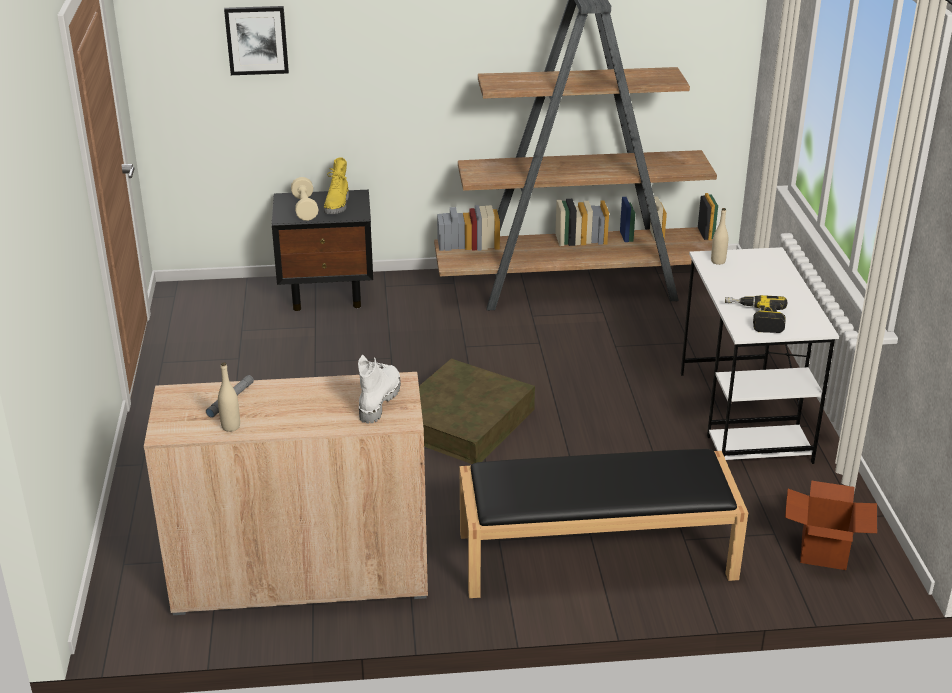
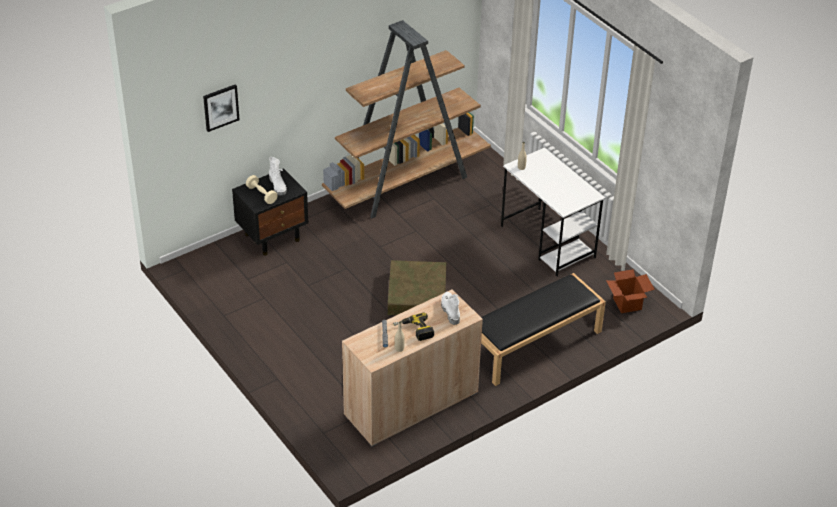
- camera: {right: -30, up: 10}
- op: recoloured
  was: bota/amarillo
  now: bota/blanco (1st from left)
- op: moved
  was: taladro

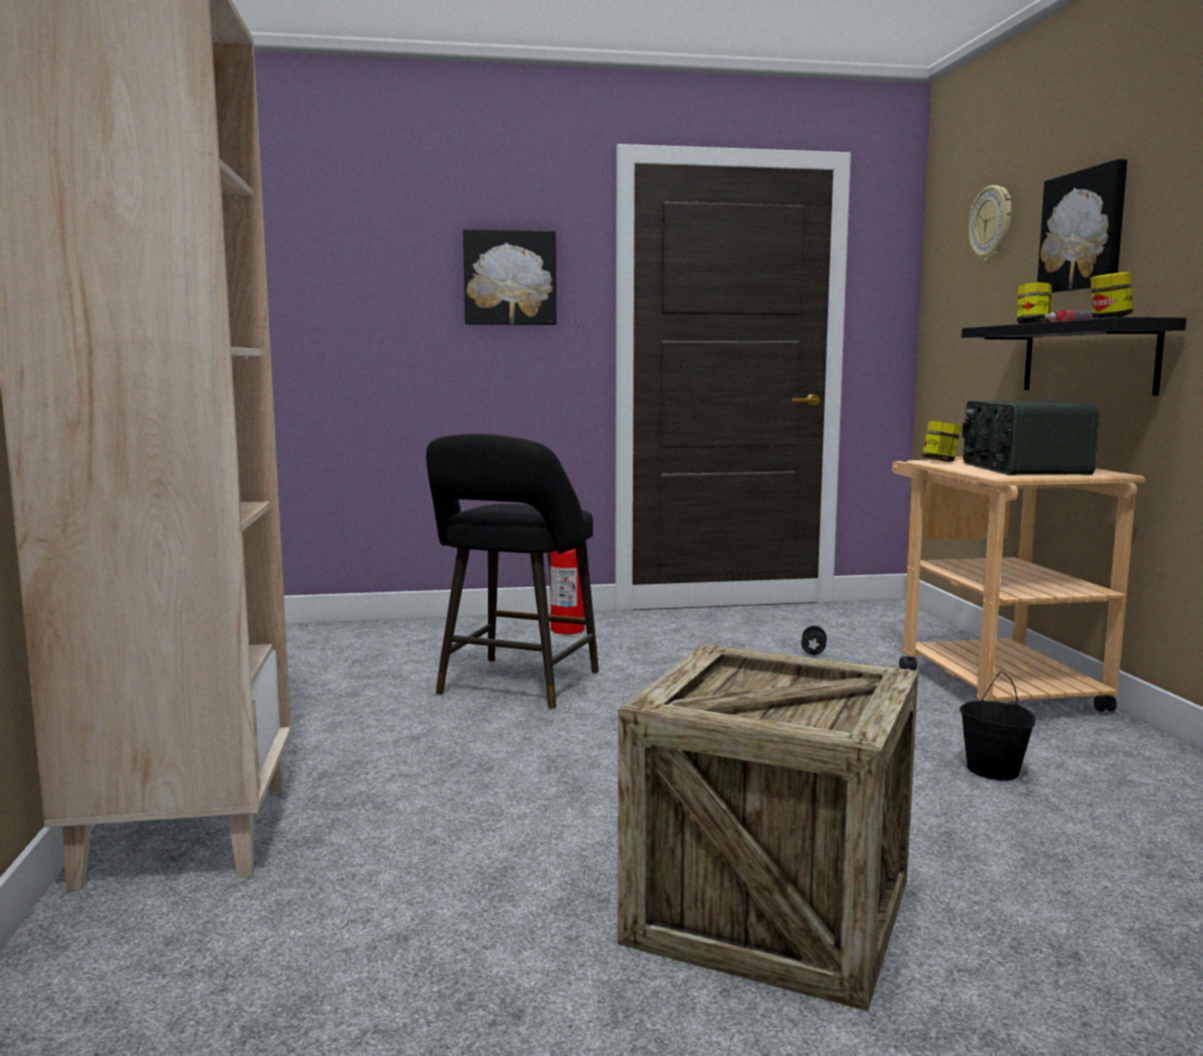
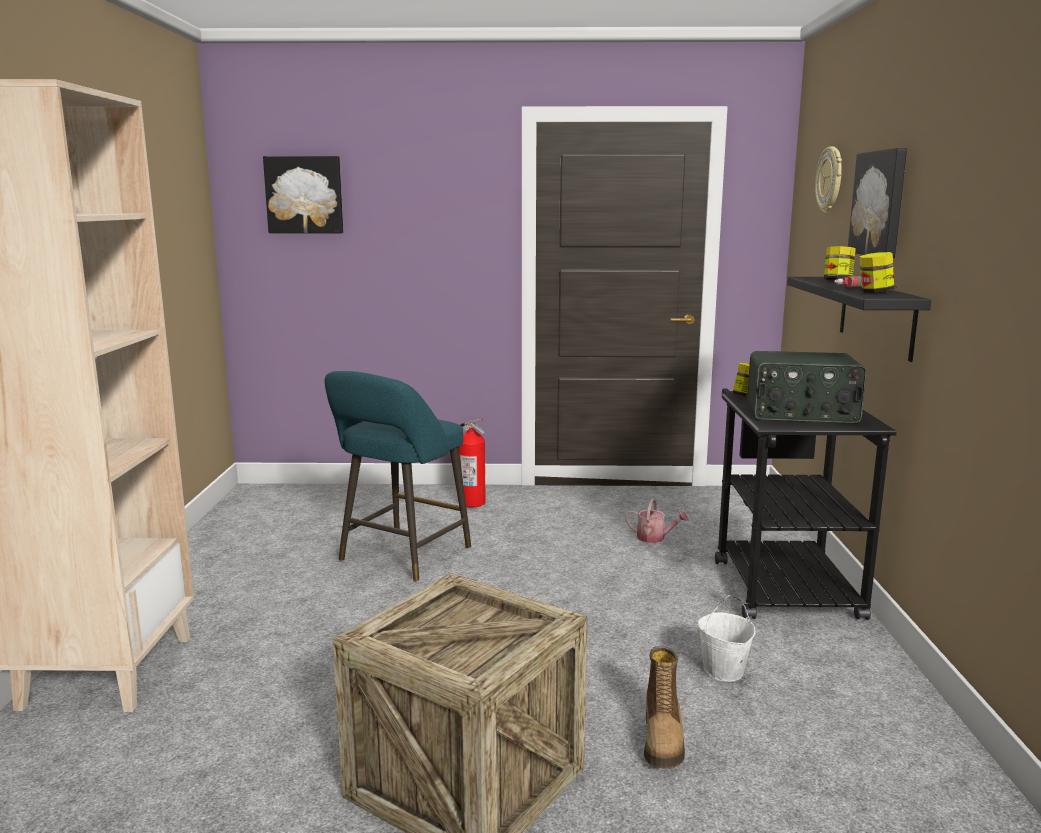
- camera: {right: 10, up: 5}
- op: moved
  was: cuadro (1st from left)
- op: turned
  was: radio
  clockwise: -90
- op: recoloured
  was: taburete/negro
  now: taburete/turquesa
- op: recoloured
  was: carrito/beis
  now: carrito/negro
- op: replaced
  was: mancuerna/negro
  now: regadera
- op: recoloured
  was: cubo/negro
  now: cubo/blanco
- op: added
  now: bota

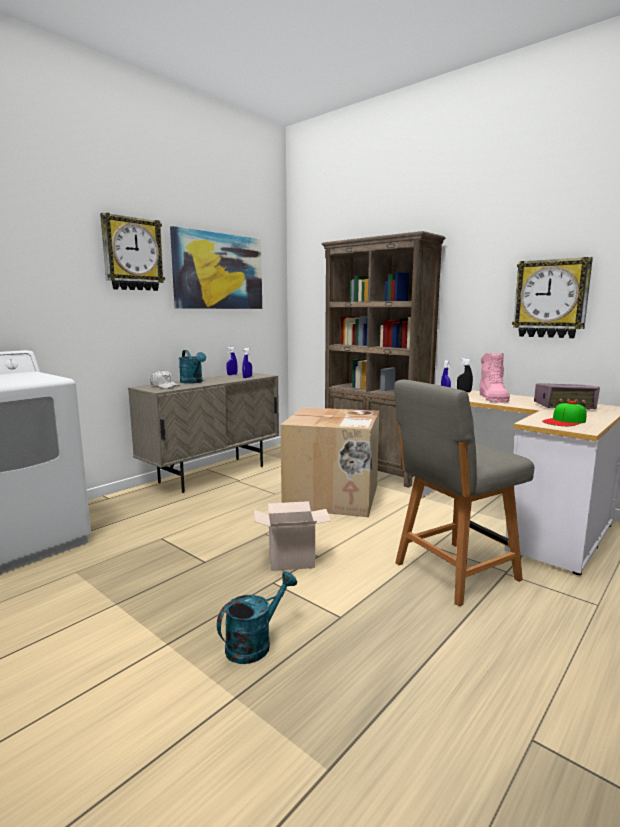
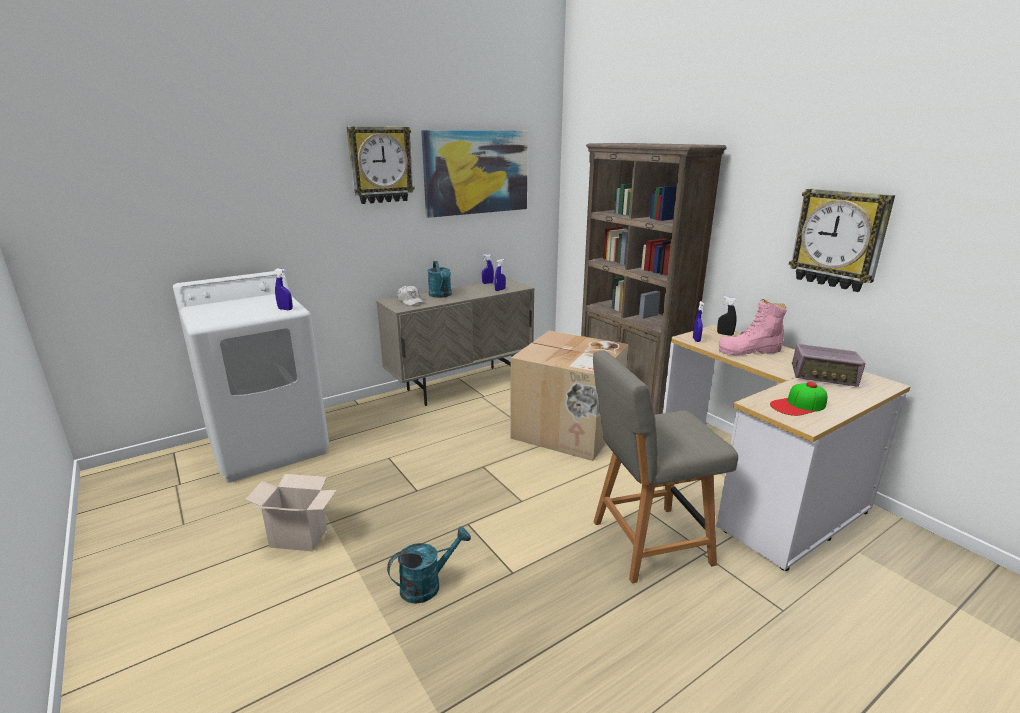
- camera: {right: 15, up: 10}
- op: turned
  was: bota/rosa
  clockwise: 60
- op: moved
  was: caja de cartón (1st from left)
- op: added
  now: pulverizador/azul (1st from left)

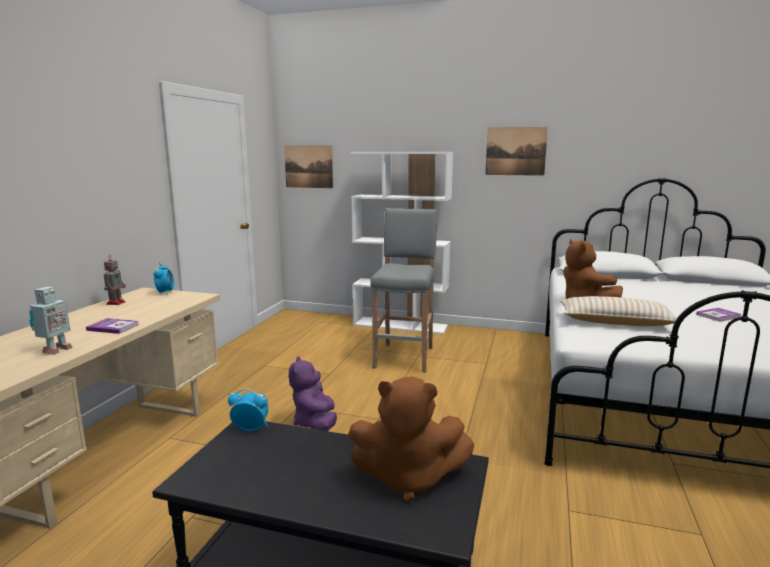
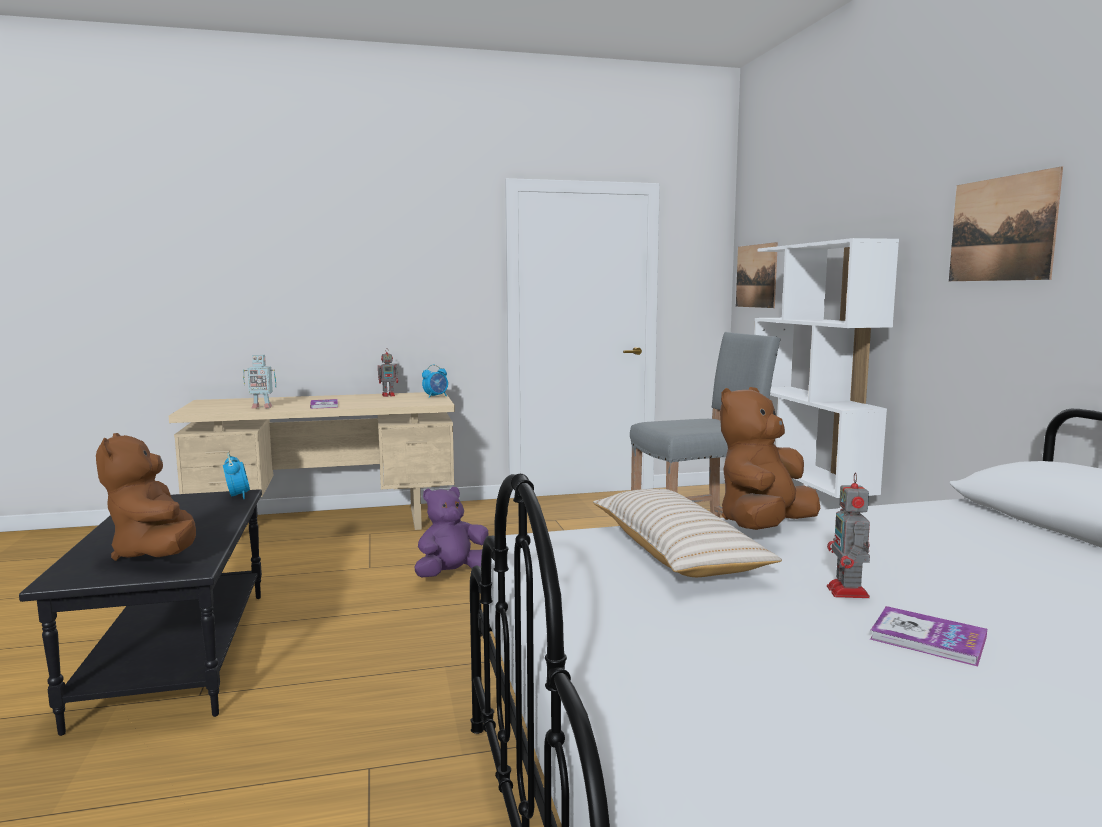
- camera: {right: 60, up: -5}
- op: added
  now: robot de juguete (3rd from left)

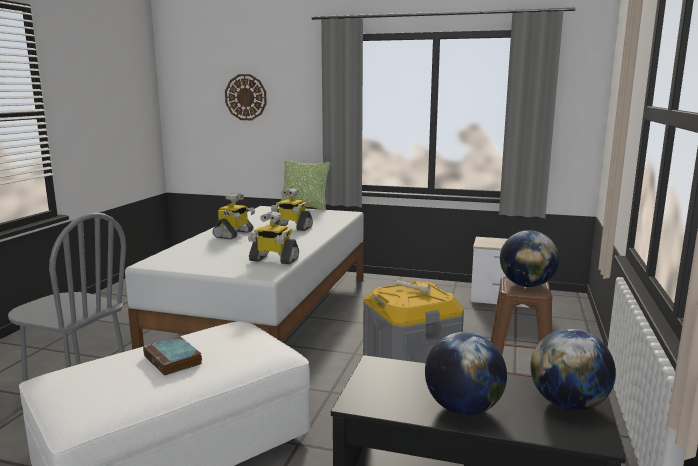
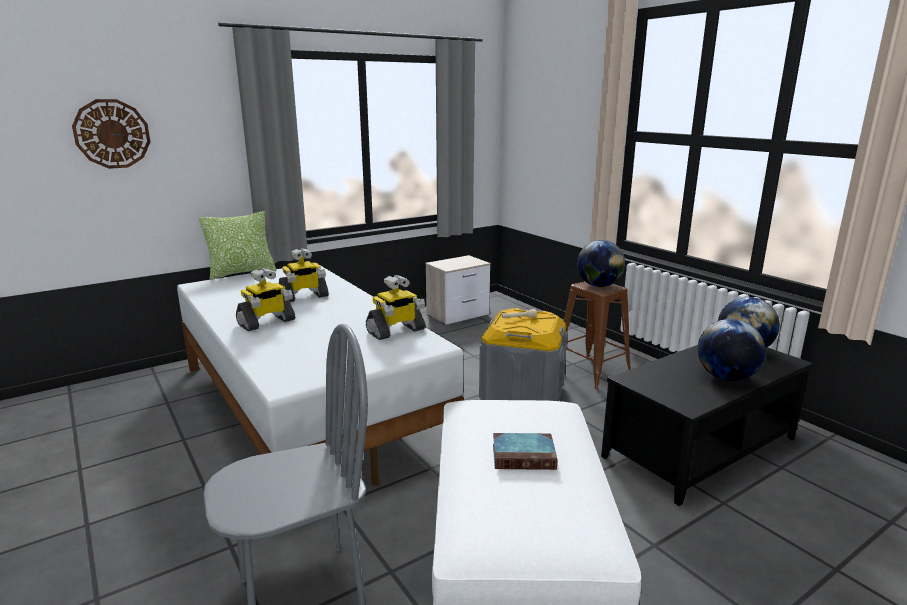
- camera: {right: -50, up: 5}
- op: turned
  was: robot de juguete (1st from left)
  clockwise: 75

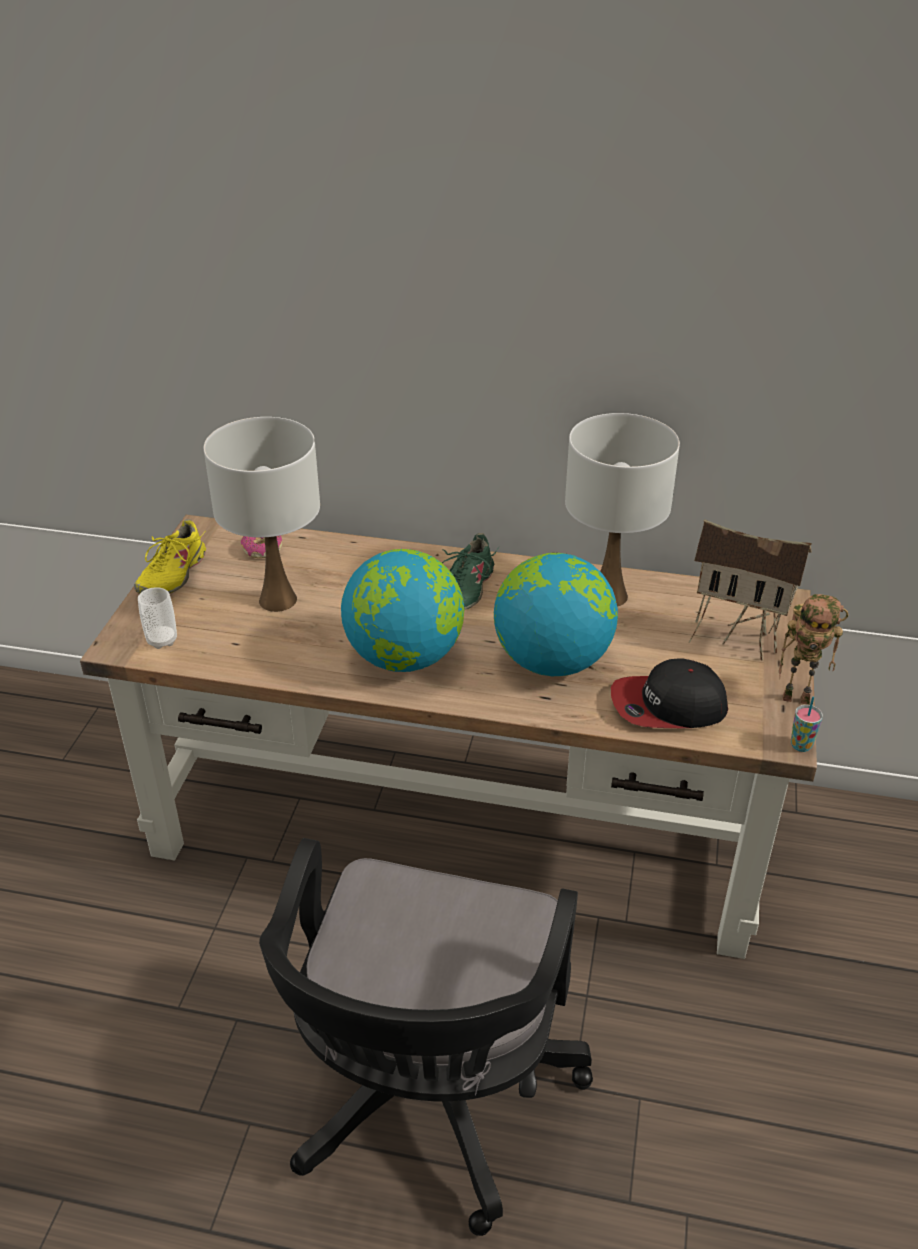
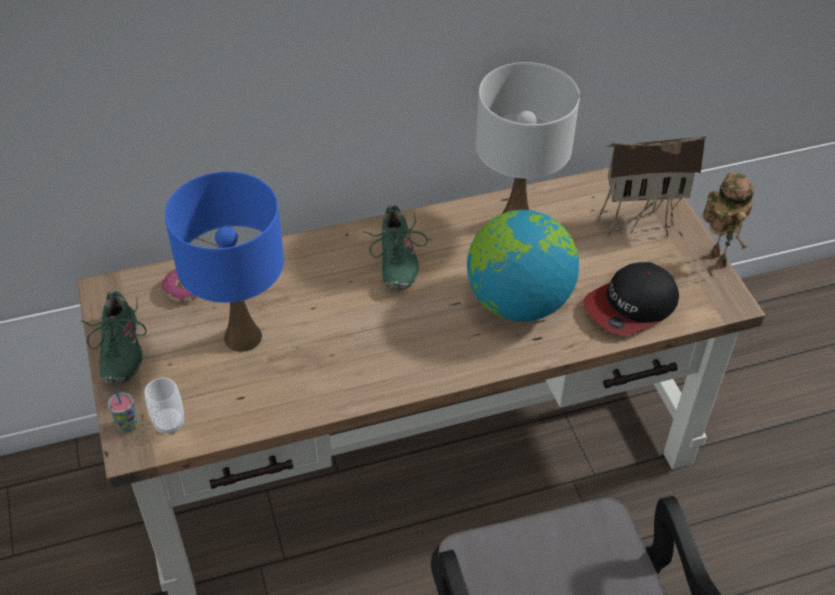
- camera: {right: -30, up: 10}
- op: recoloured
  was: lámpara de mesa/blanco (1st from left)
  now: lámpara de mesa/azul
- op: recoloured
  was: zapato/amarillo
  now: zapato/verde (1st from left)
- op: removed
  was: globo terráqueo (1st from left)
- op: turned
  was: robot de juguete
  clockwise: -90
- op: moved
  was: taza (2nd from left in the first image)
  now: taza (1st from left)

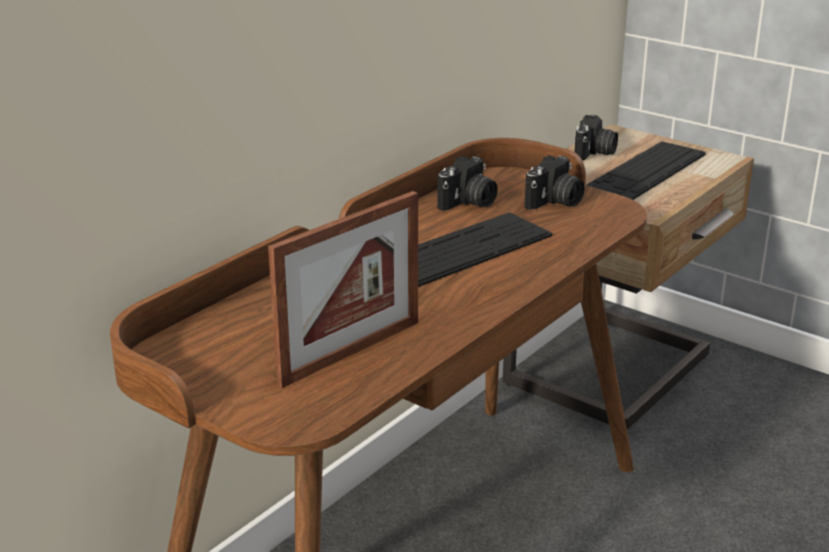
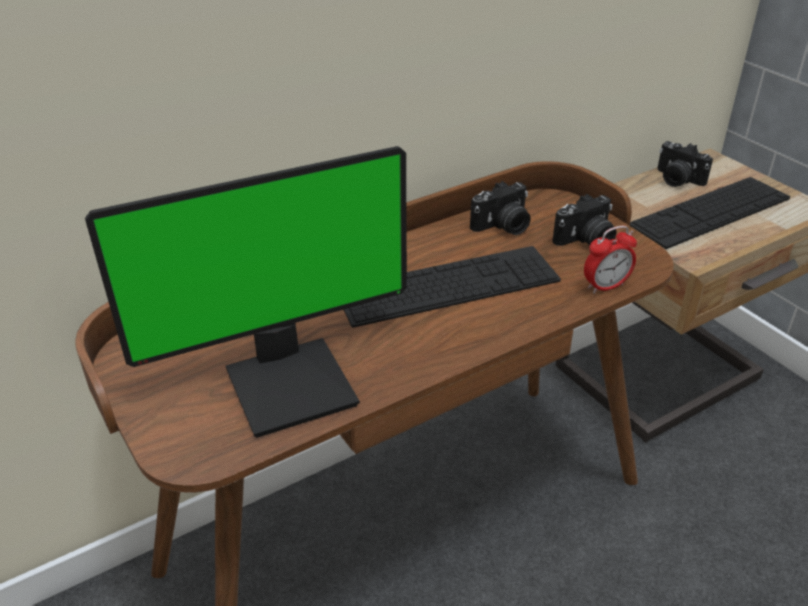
- camera: {right: 20, up: 10}
- op: turned
  was: cámara (3rd from left)
  clockwise: 90
- op: replaced
  was: portarretratos
  now: monitor
- op: added
  now: despertador

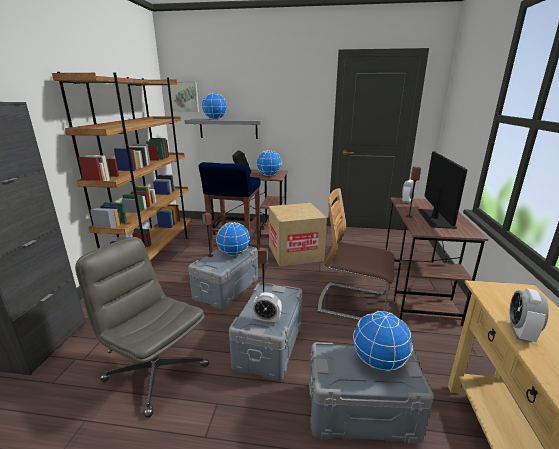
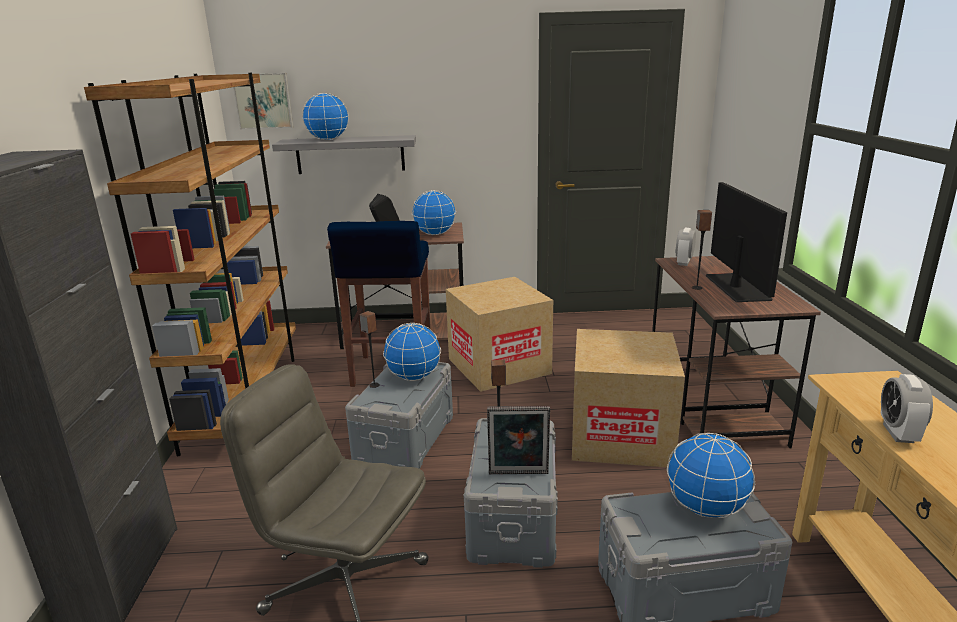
- camera: {right: -10, up: 0}
- op: replaced
  was: silla
  now: caja de cartón (2nd from left)
- op: replaced
  was: despertador (1st from left)
  now: portarretratos

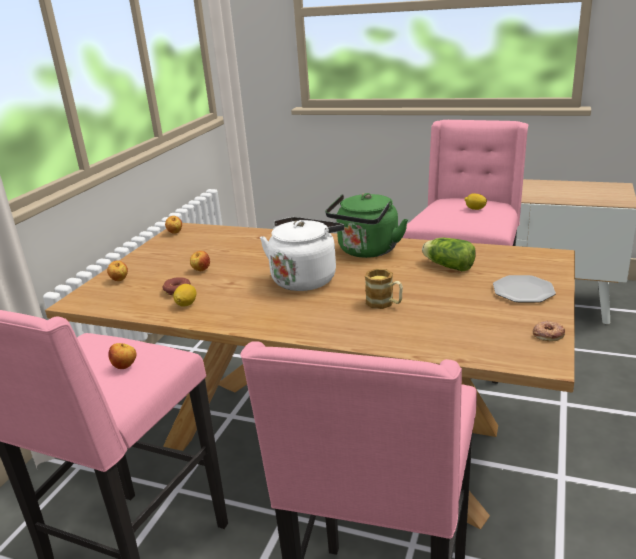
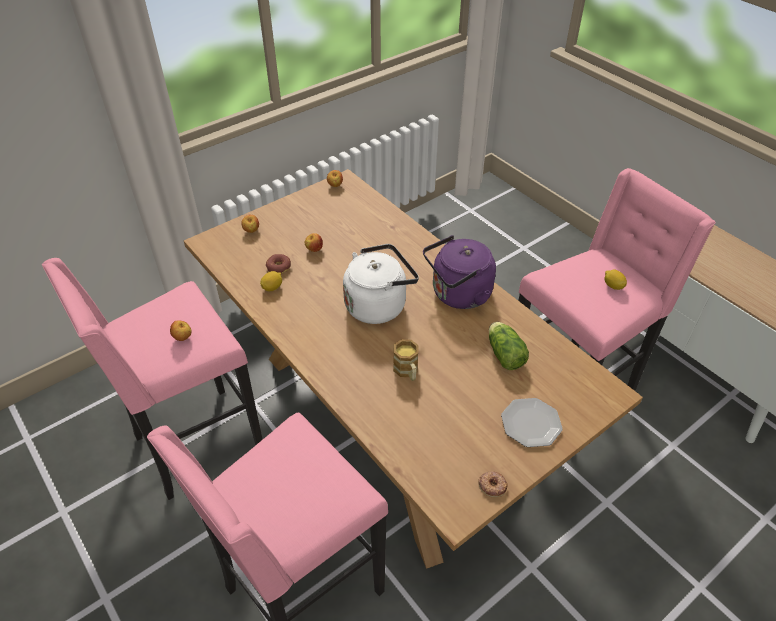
- camera: {right: 30, up: 20}
- op: recoloured
  was: hervidor/verde
  now: hervidor/morado

